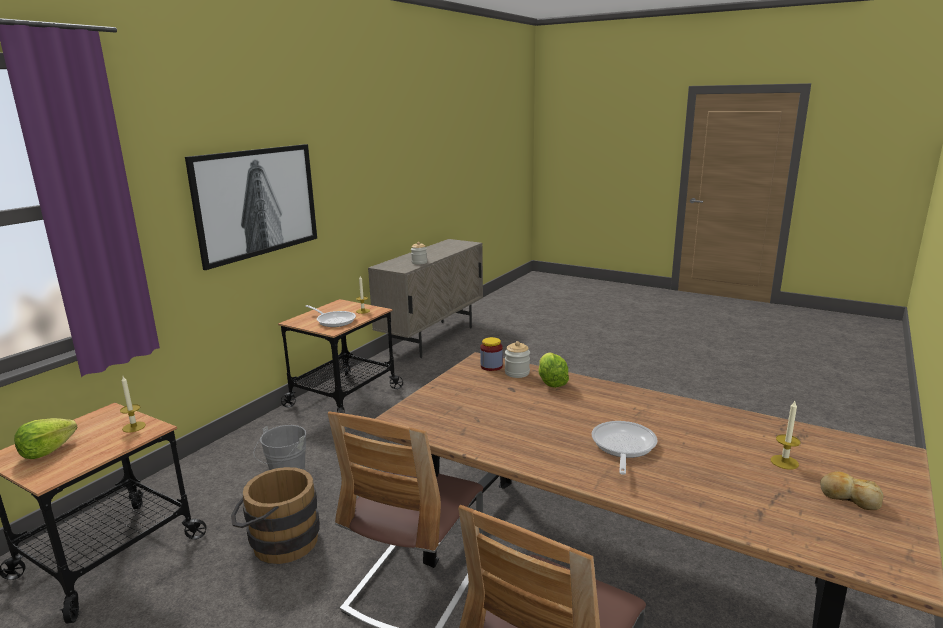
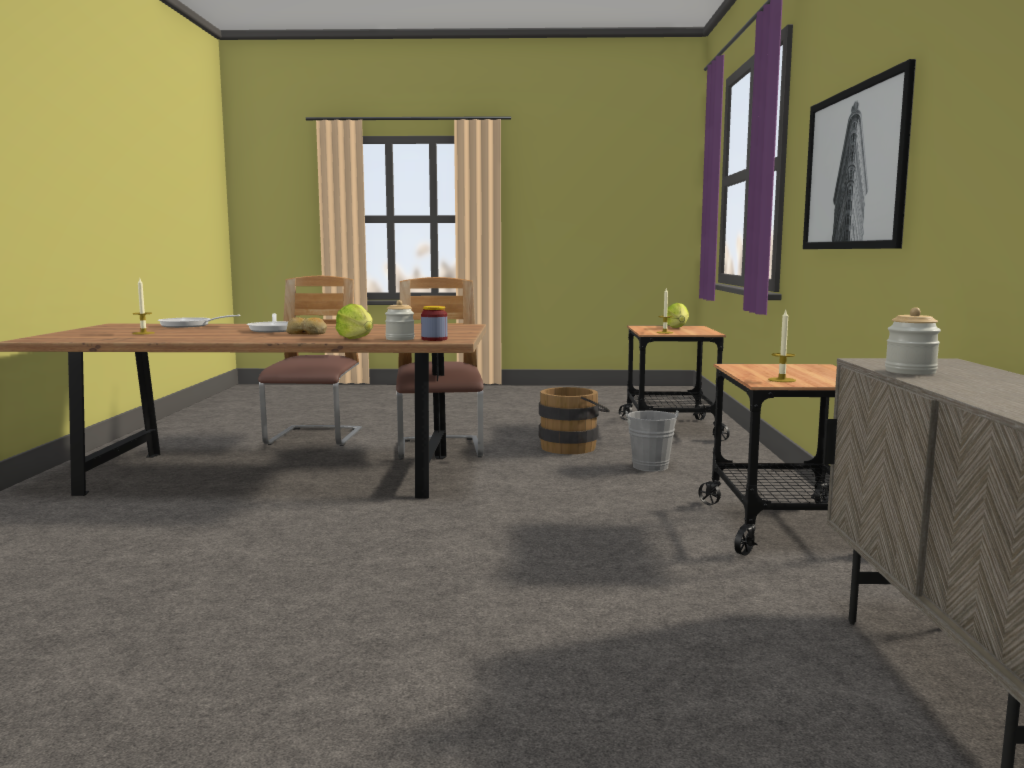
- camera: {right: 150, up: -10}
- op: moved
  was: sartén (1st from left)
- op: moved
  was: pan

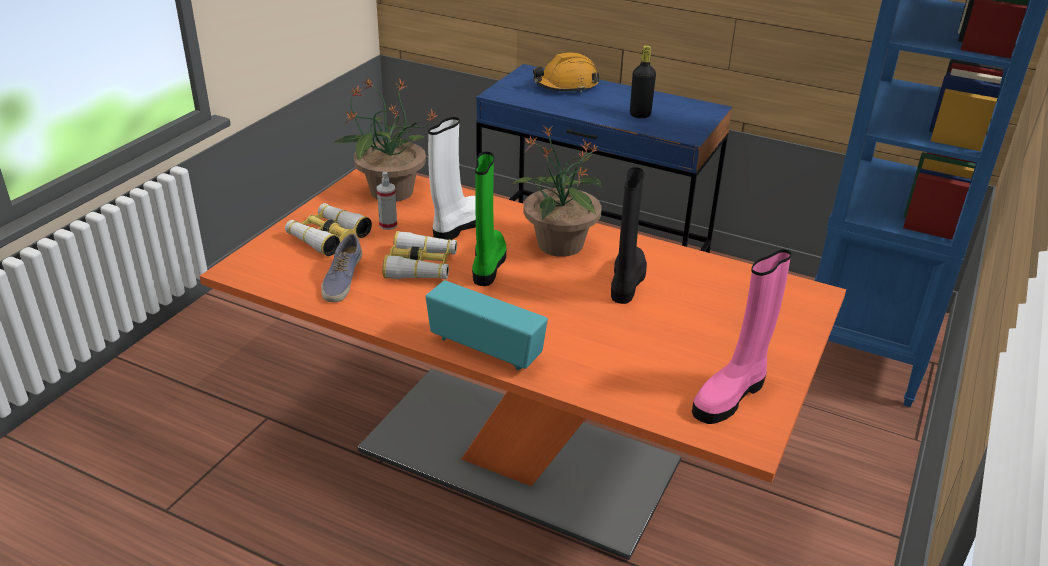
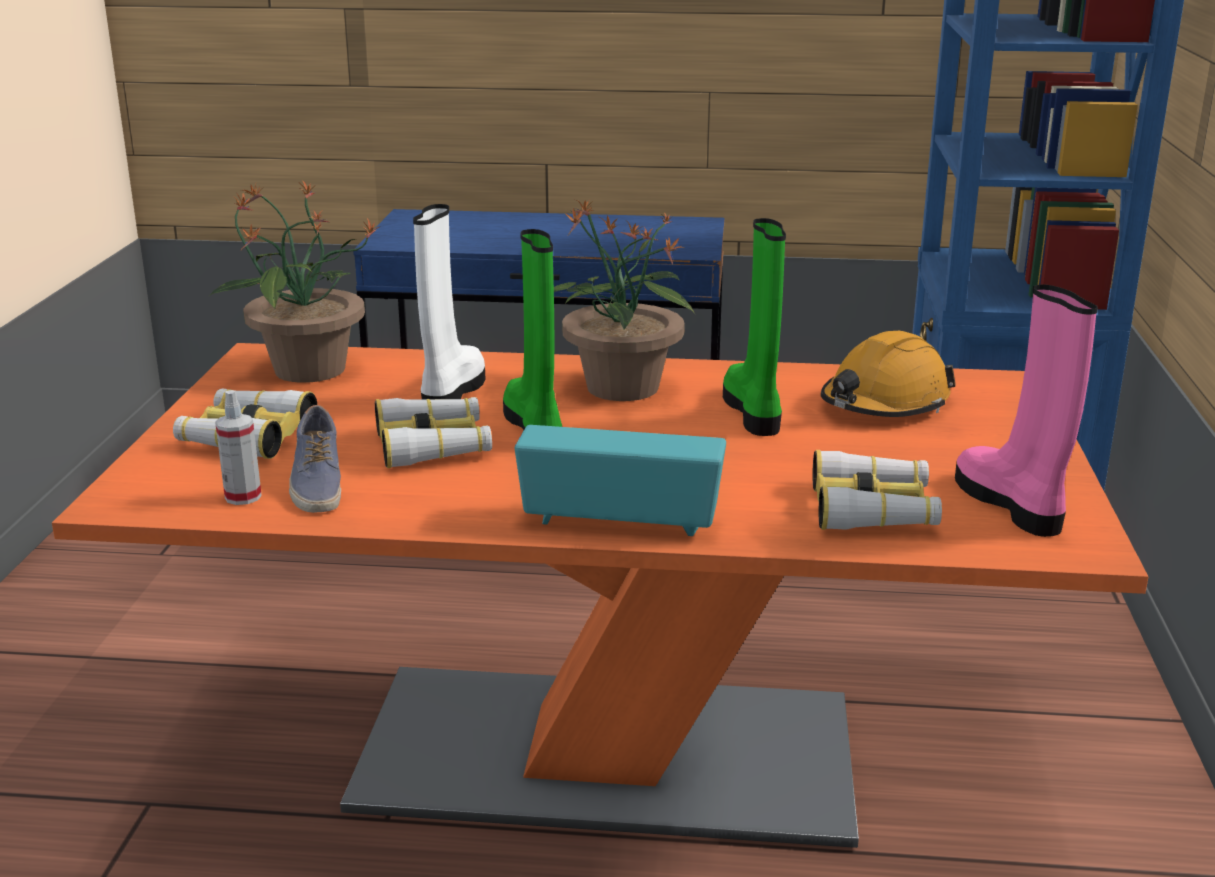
- camera: {right: -20, up: -10}
- op: removed
  was: botella/negro
- op: moved
  was: casco/naranja
- op: recoloured
  was: bota/negro
  now: bota/verde (2nd from left)
- op: moved
  was: pulverizador
- op: turned
  was: bota/rosa
  clockwise: 135
- op: added
  now: prismáticos (3rd from left)

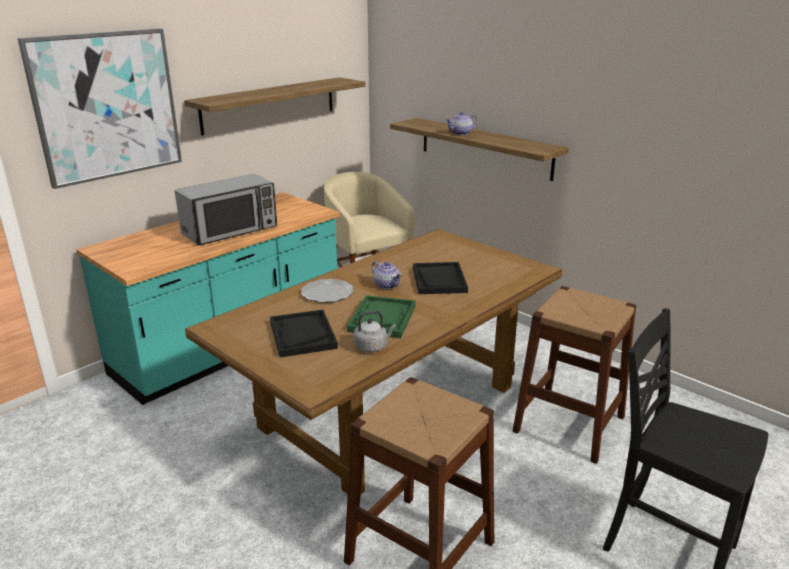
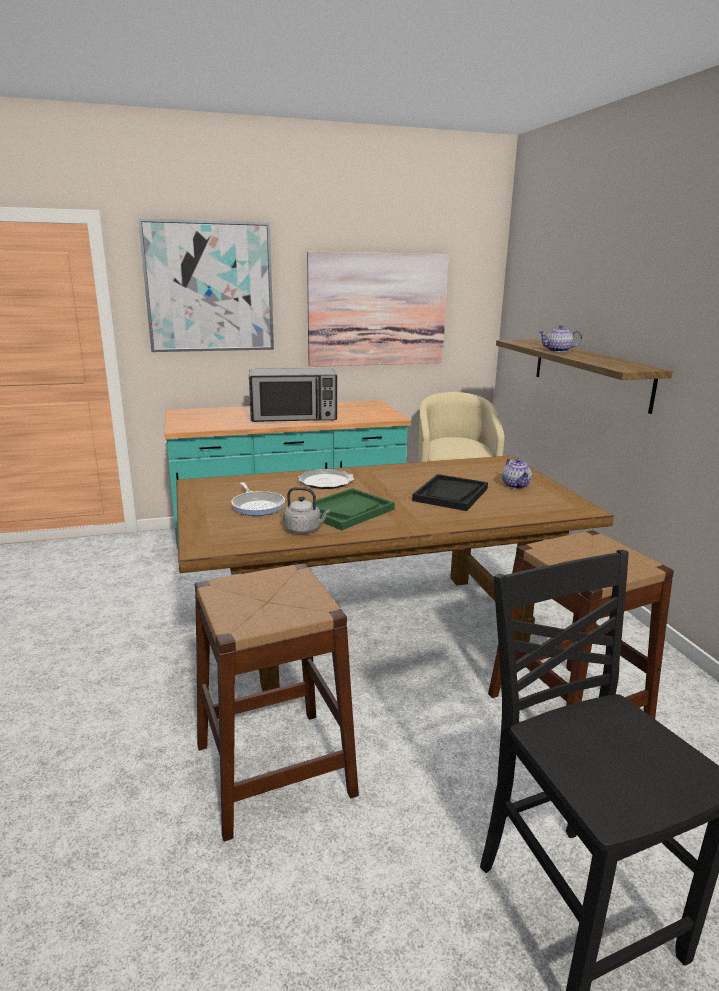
- camera: {right: 30, up: -5}
- op: replaced
  was: estante (1st from left)
  now: cuadro (2nd from left)
- op: moved
  was: tetera (1st from left)
- op: replaced
  was: bandeja/negro (1st from left)
  now: sartén

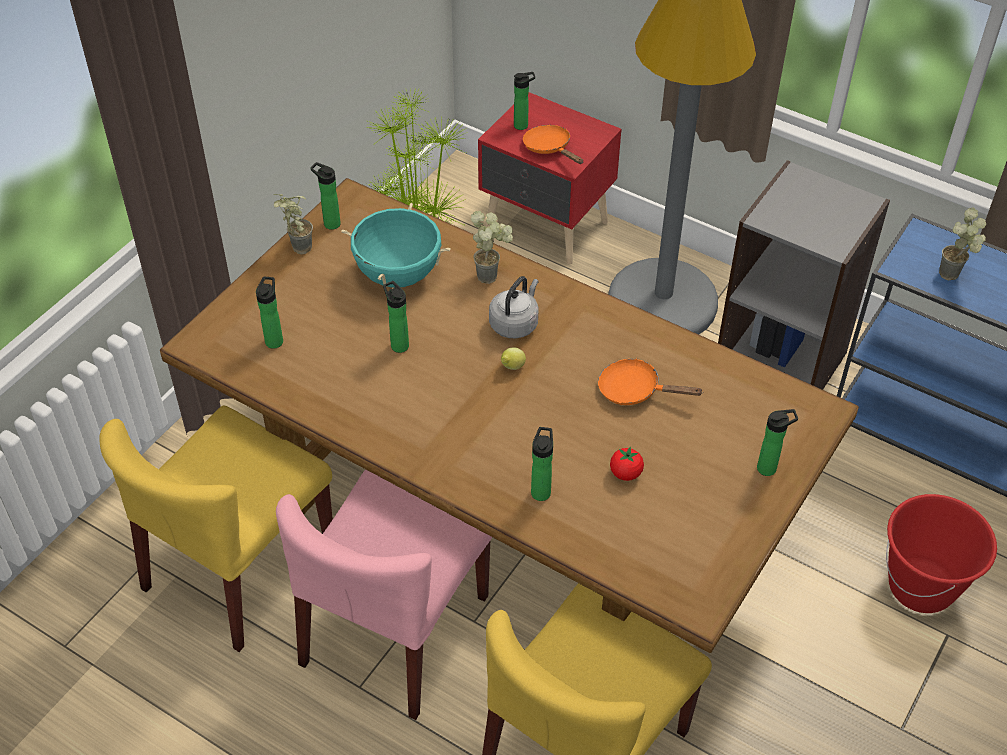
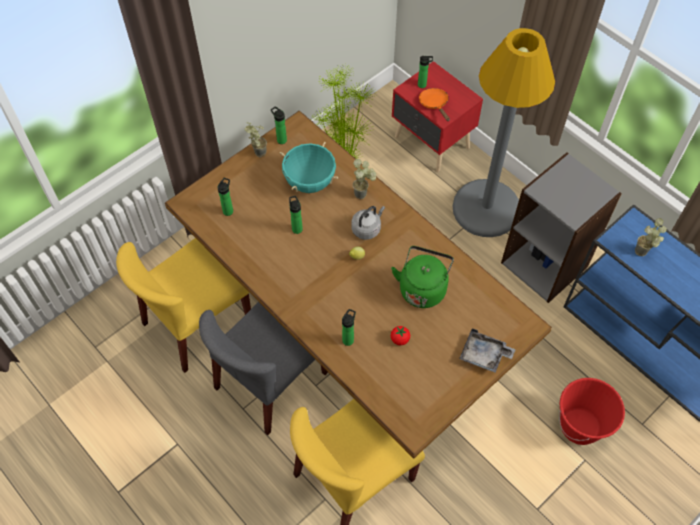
- camera: {right: 15, up: 10}
- op: replaced
  was: sartén/naranja (2nd from left)
  now: hervidor/verde
- op: replaced
  was: botella (6th from left)
  now: bandeja/gris
- op: recoloured
  was: silla/rosa
  now: silla/gris

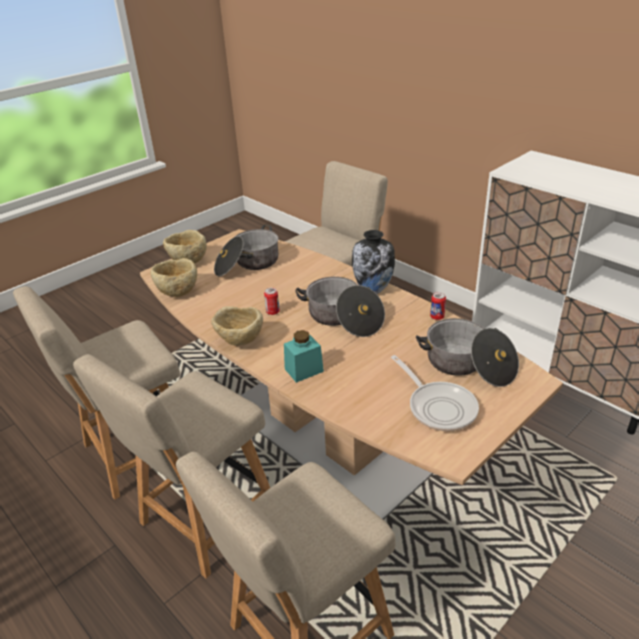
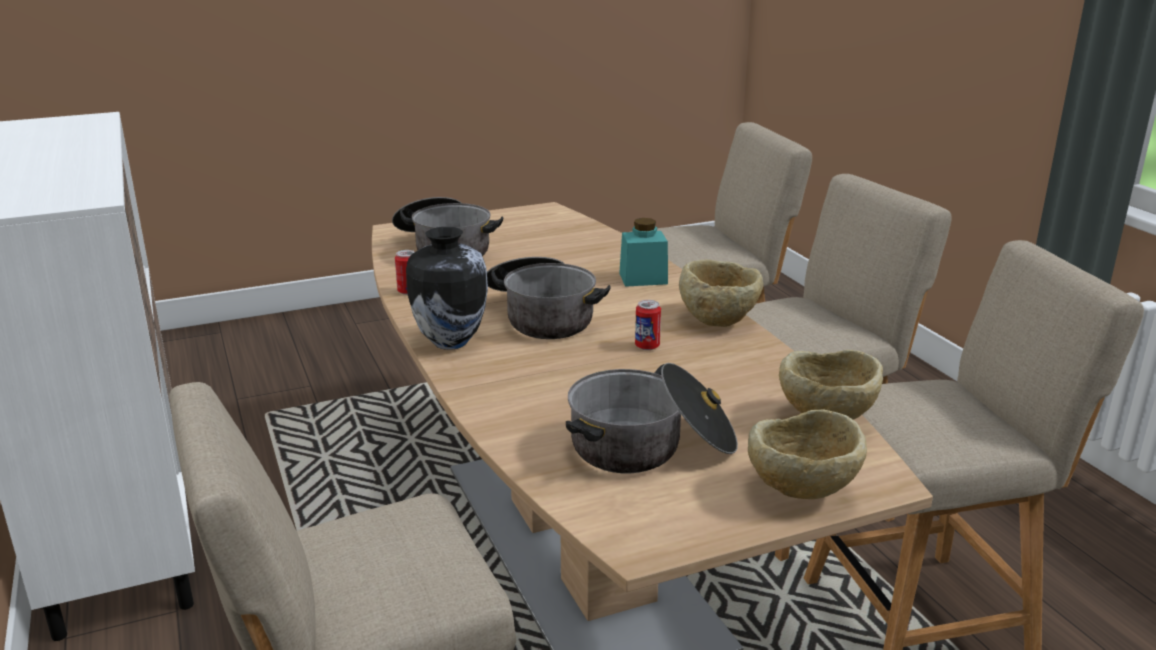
- camera: {right: -160, up: -10}
- op: removed
  was: sartén

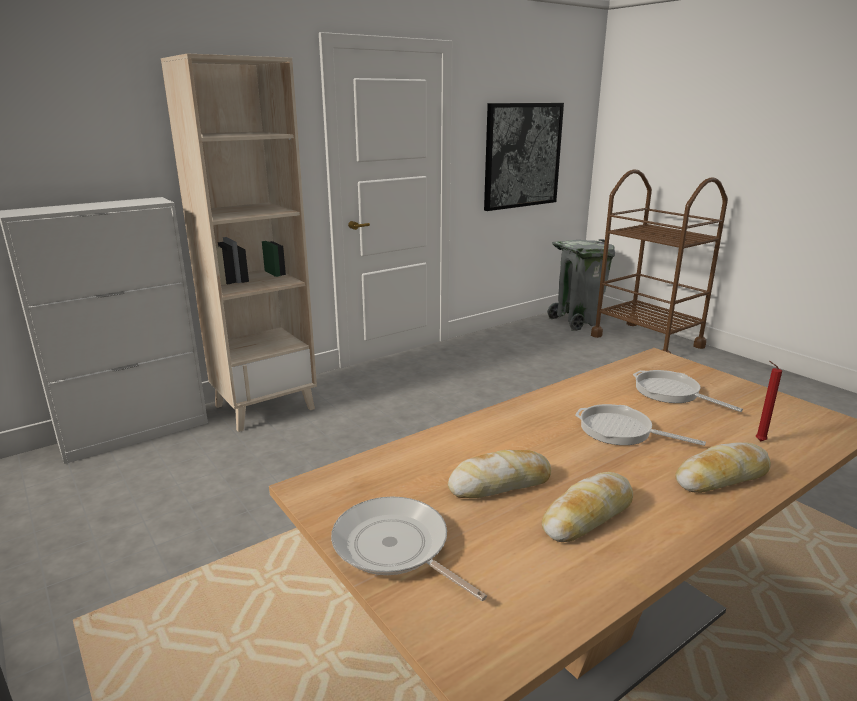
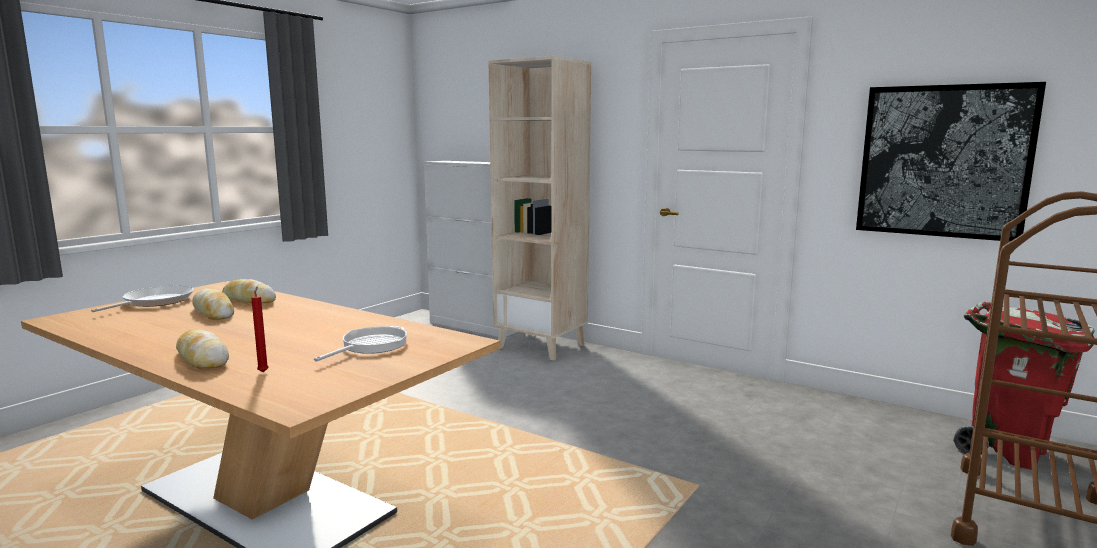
- camera: {right: 70, up: -10}
- op: recoloured
  was: papelera/gris
  now: papelera/rojo
- op: removed
  was: sartén (2nd from left)
- op: moved
  was: pan (2nd from left in the first image)
  now: pan (3rd from left)

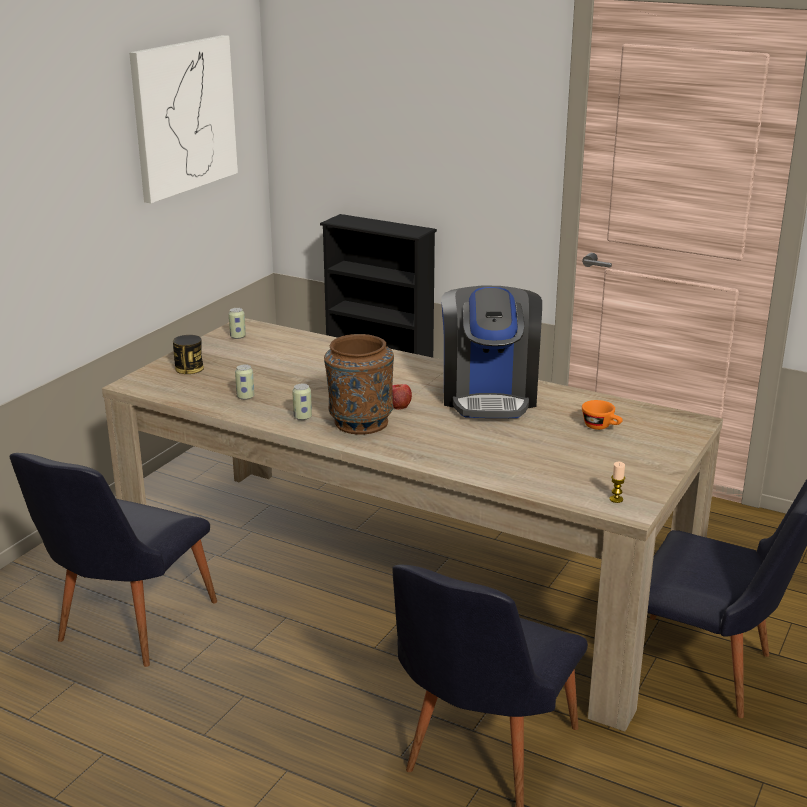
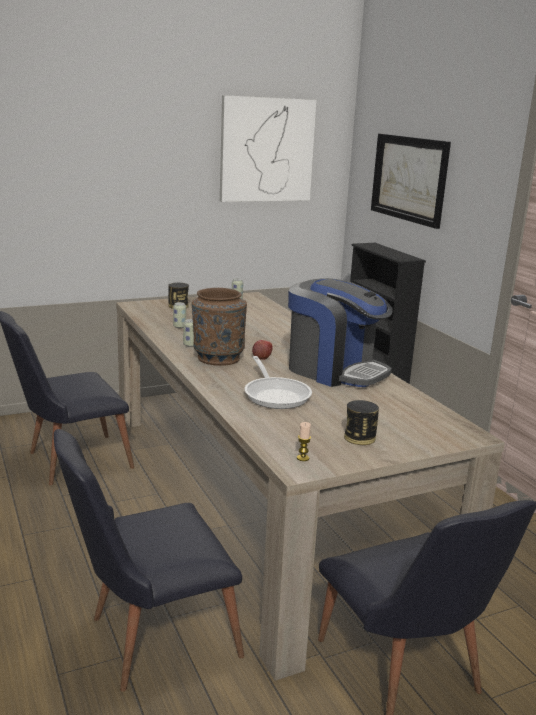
- camera: {right: 35, up: -5}
- op: turned
  was: cafetera
  clockwise: -90
- op: removed
  was: taza/naranja
- op: added
  now: cuadro (2nd from left)
- op: added
  now: sartén
- op: added
  now: lata (5th from left)

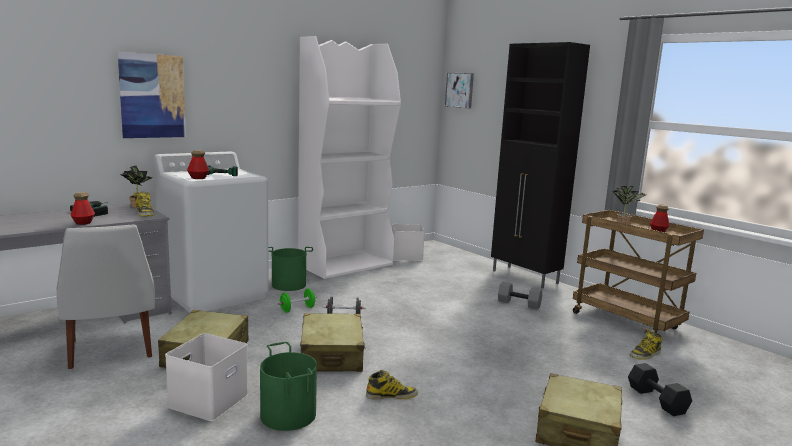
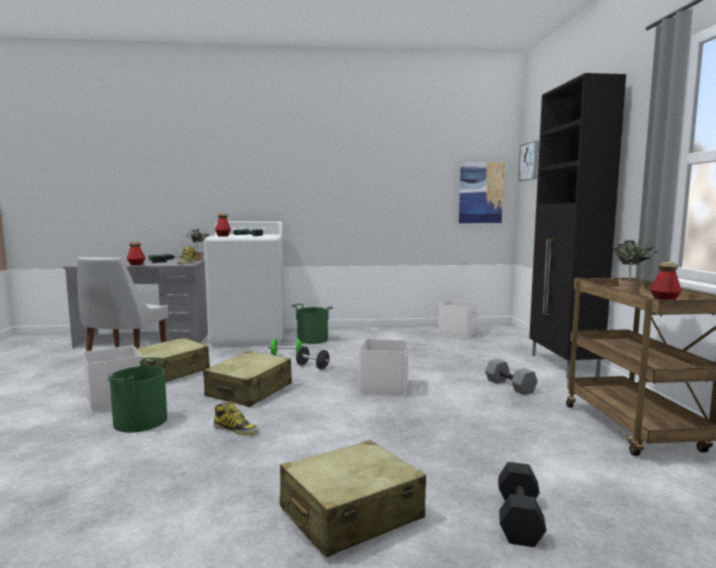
- camera: {right: 35, up: -5}
- op: removed
  was: estantería/blanco
- op: moved
  was: cuadro (1st from left)
- op: removed
  was: bota (3rd from left)
- op: added
  now: caja de almacenaje/blanco (2nd from left)

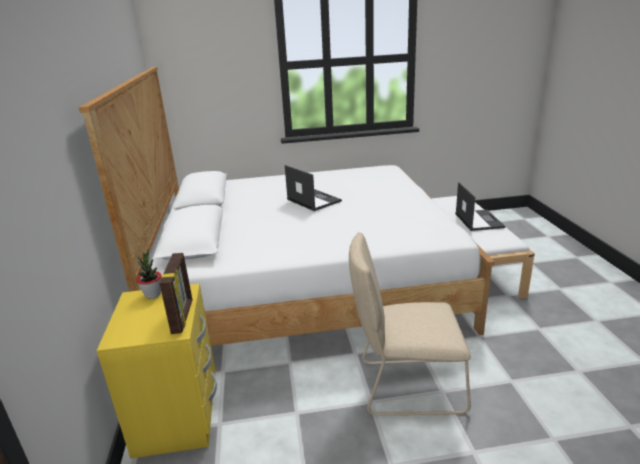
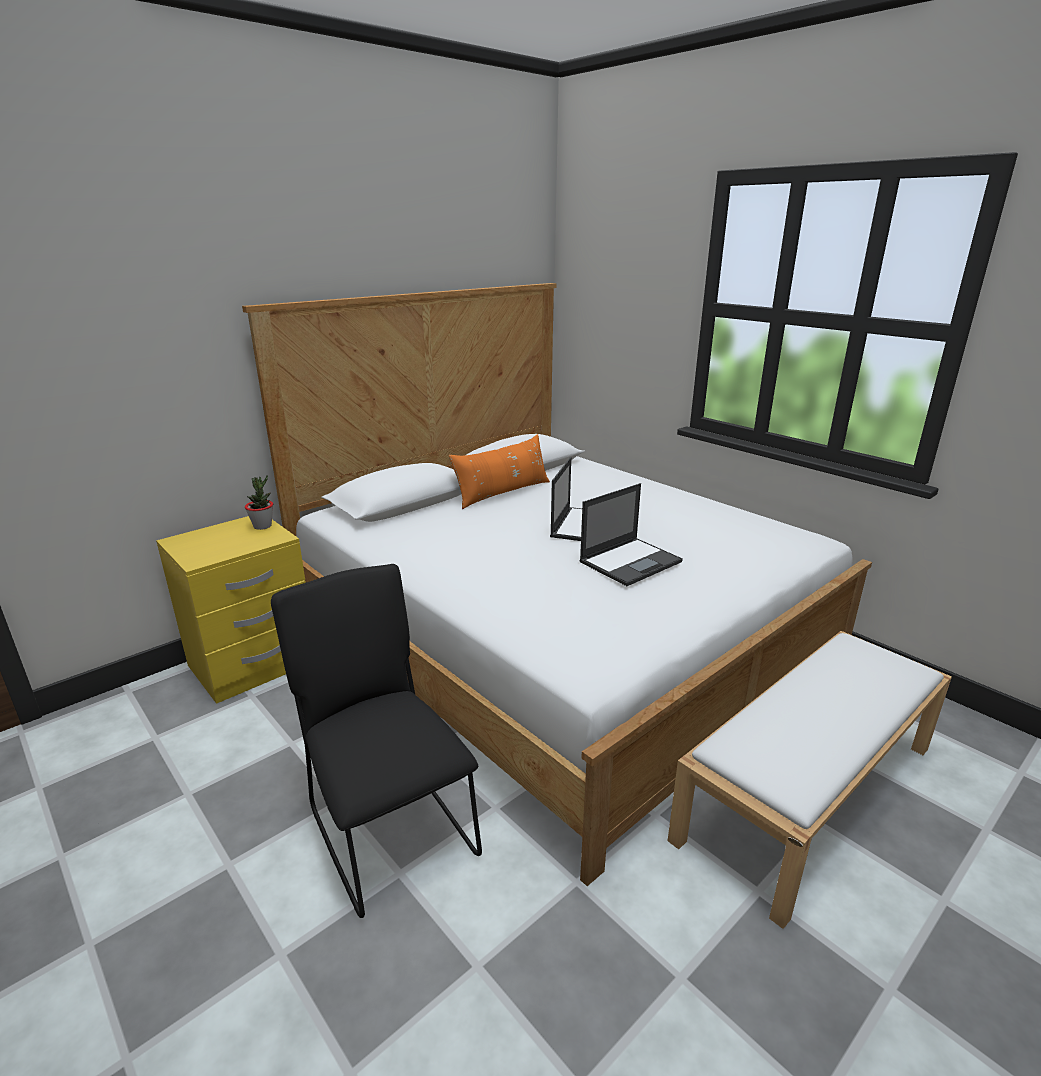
- camera: {right: 55, up: 0}
- op: moved
  was: portátil (2nd from left)
- op: recoloured
  was: silla/beis
  now: silla/negro
- op: removed
  was: portarretratos
- op: added
  now: cojín/naranja

